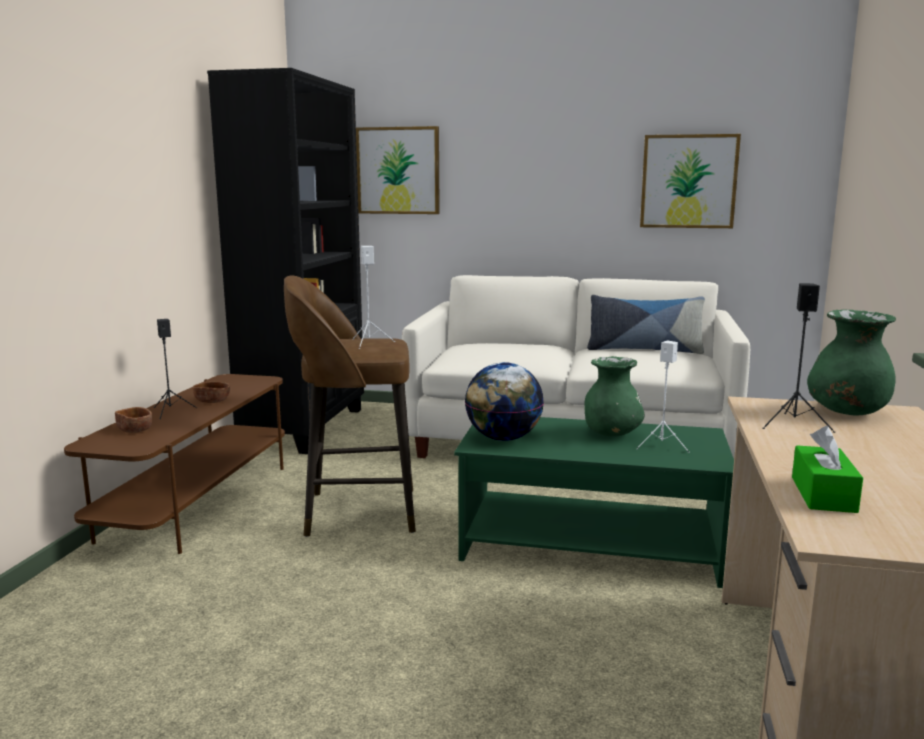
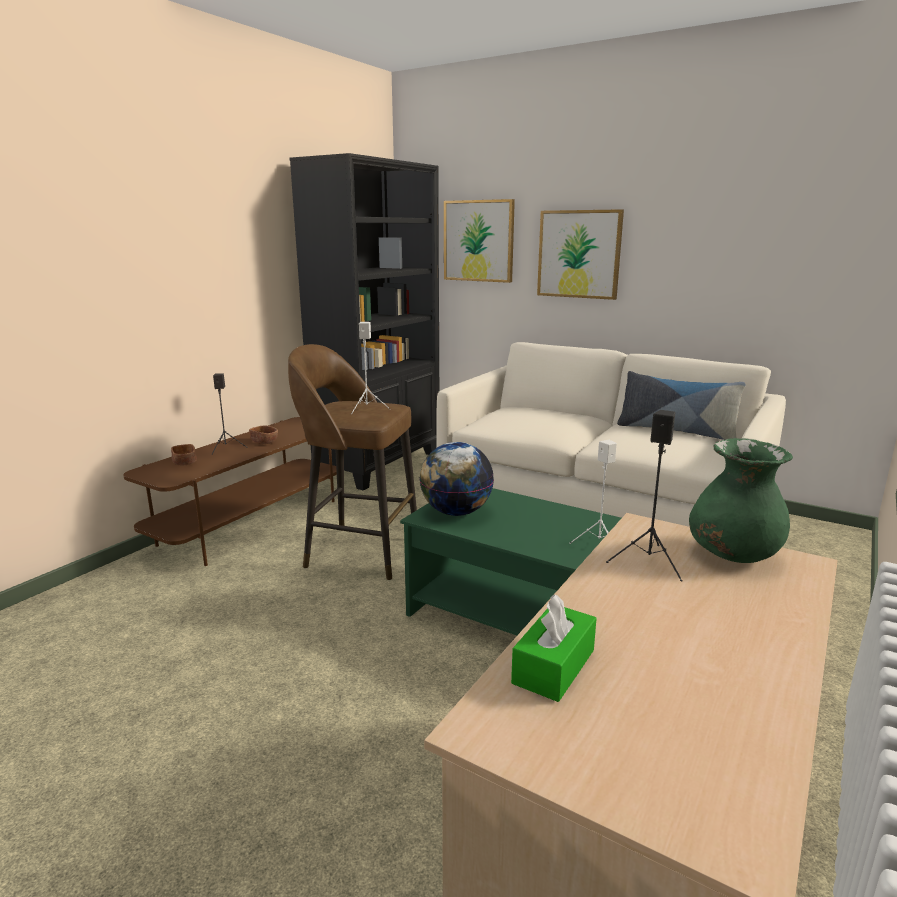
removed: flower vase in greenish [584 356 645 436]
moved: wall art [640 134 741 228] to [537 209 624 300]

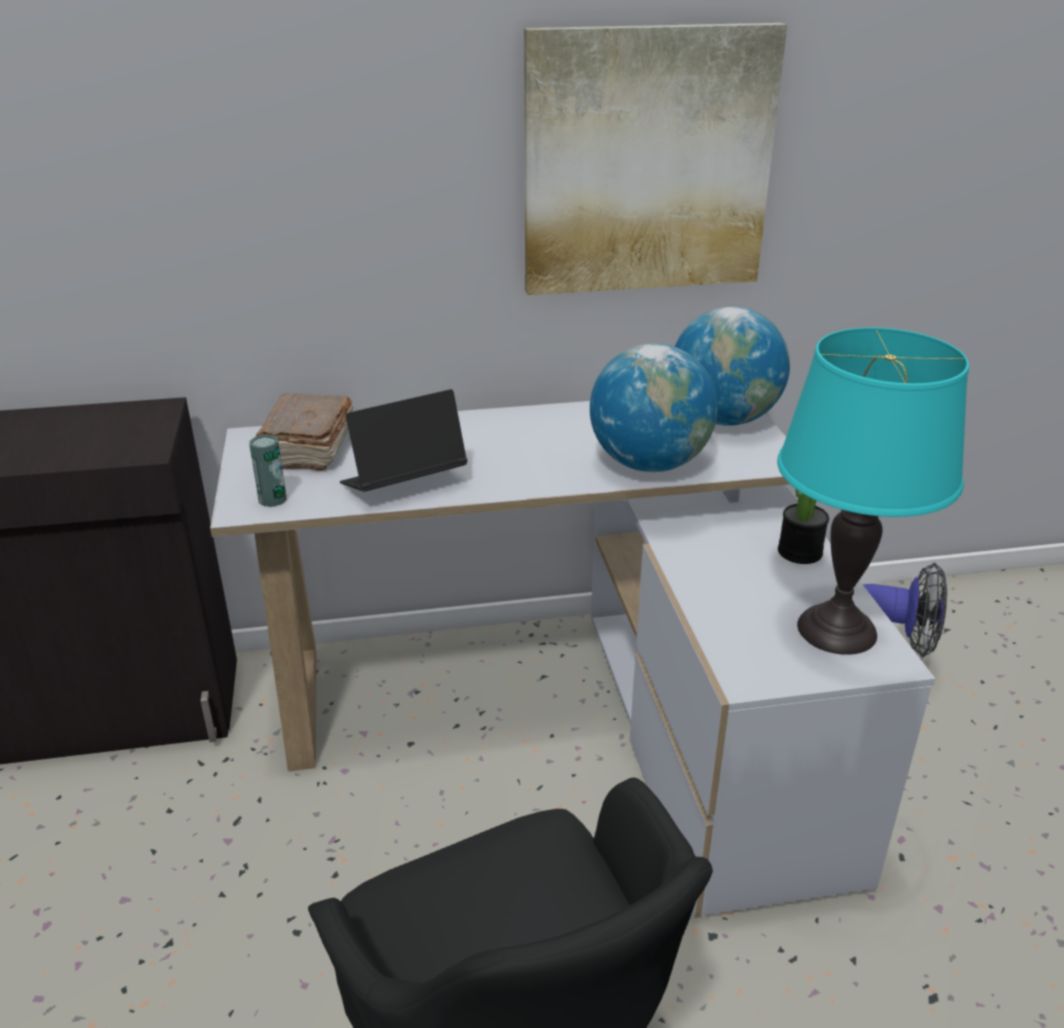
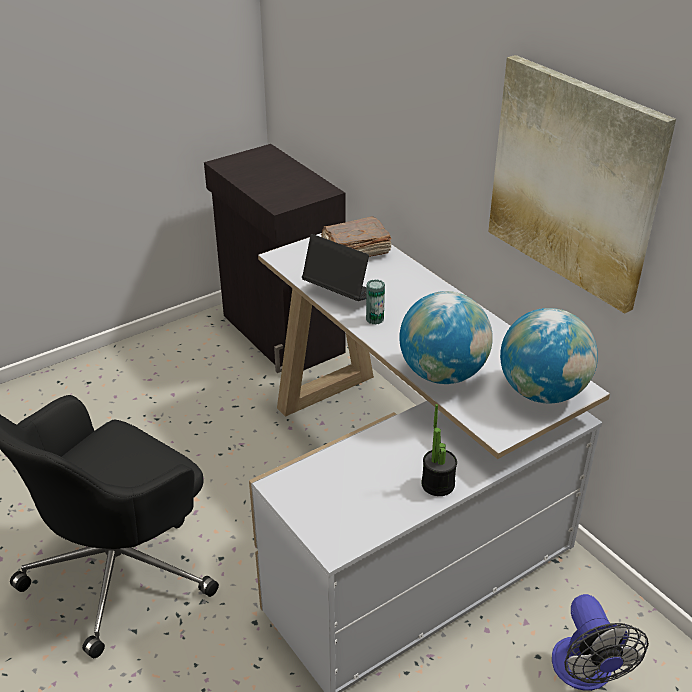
removed: tabletop lamp in turquoise [777 327 969 655]
moved: can [249 435 286 507] to [366 279 385 325]

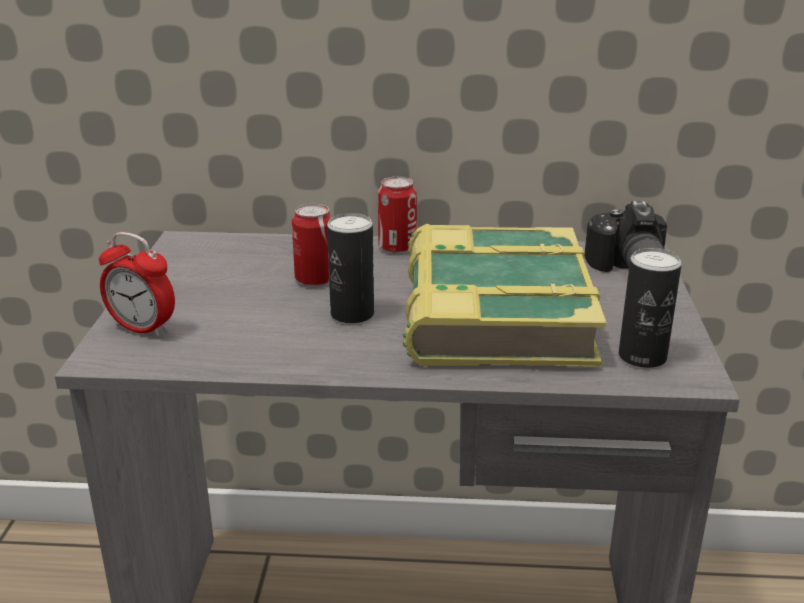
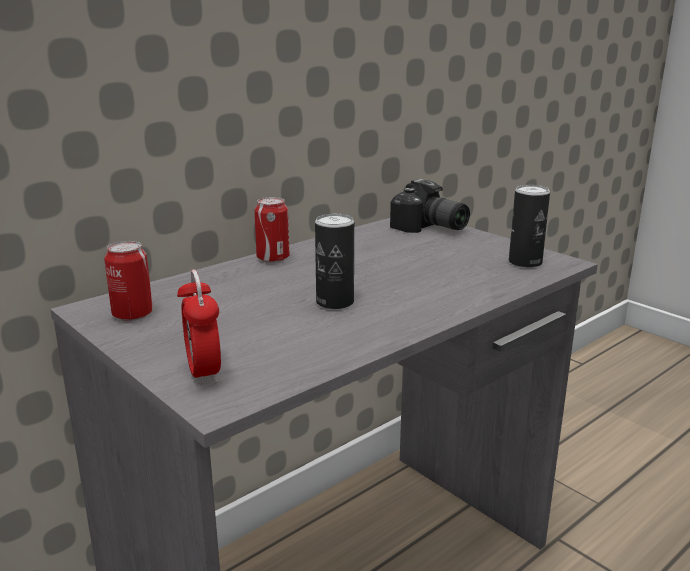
removed: bound book [403 224 607 367]
moved: can [292 204 332 286] to [104 241 153 321]
turned: table clock [99 232 175 338] = [177 269 221 386] 90 degrees clockwise

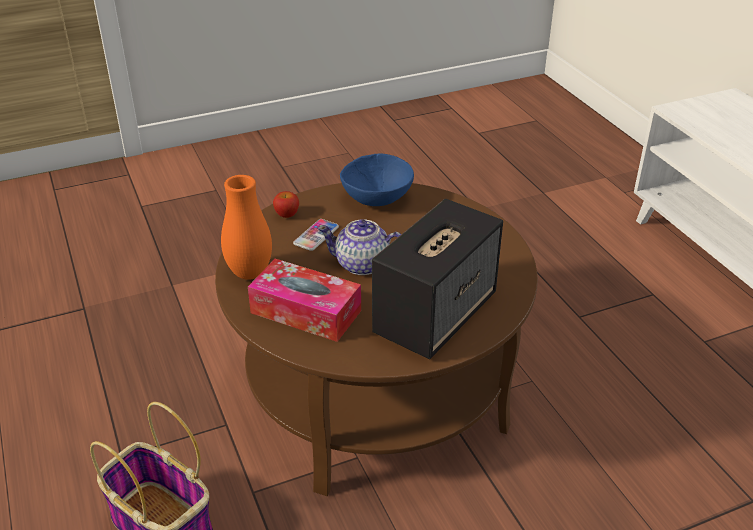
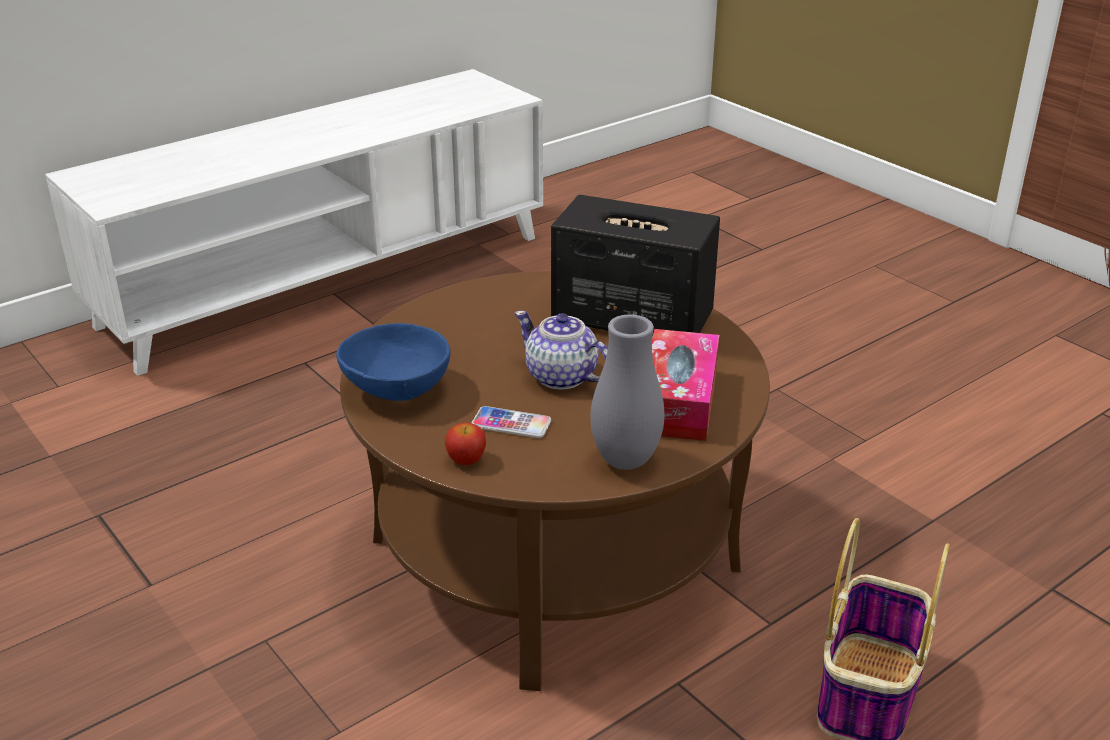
recoloured: flower vase in orange [221 175 272 280] to flower vase in grey [590 314 665 470]
turned: pot for tea [317 219 401 275] = [515 311 608 390] 135 degrees clockwise

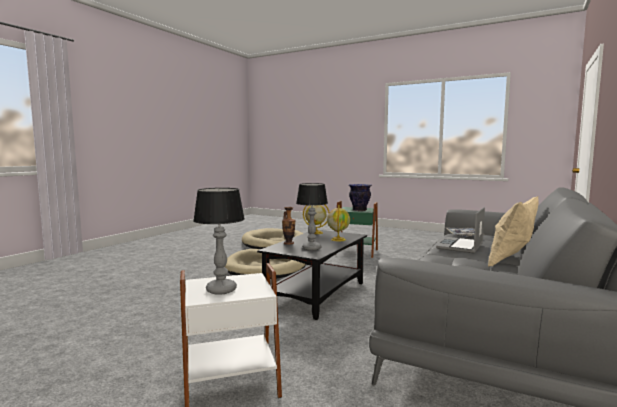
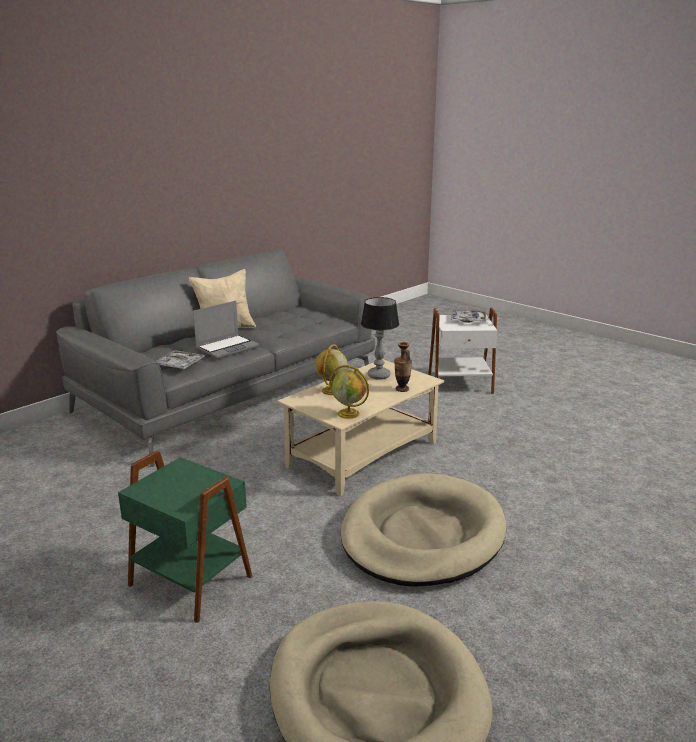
removed: flower vase [349 184 372 211]
replaced: tabletop lamp [193 188 245 295] to tray [451 310 486 323]
recoloured: coffee table in blackish [257 230 367 320] to coffee table in sand-coloured [278 360 444 496]

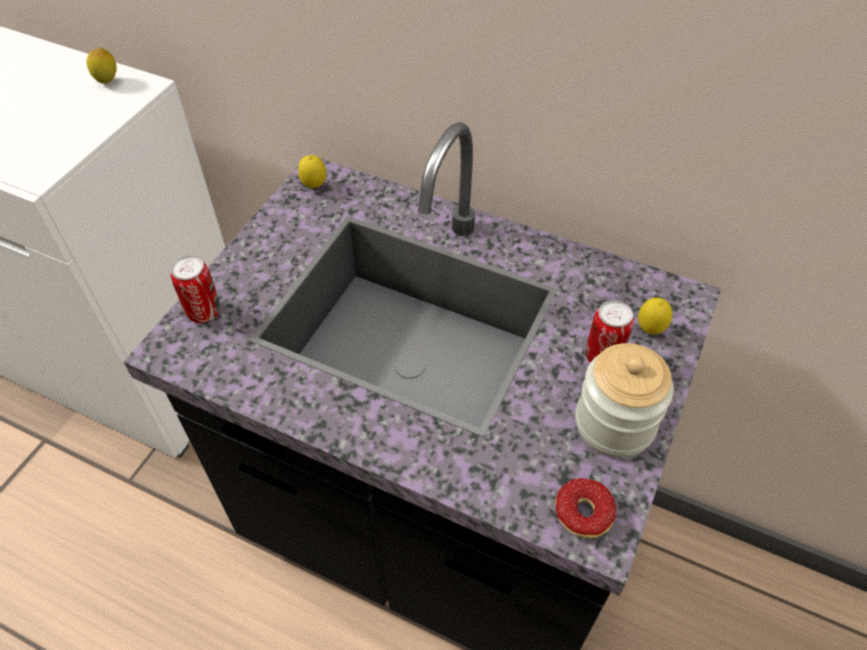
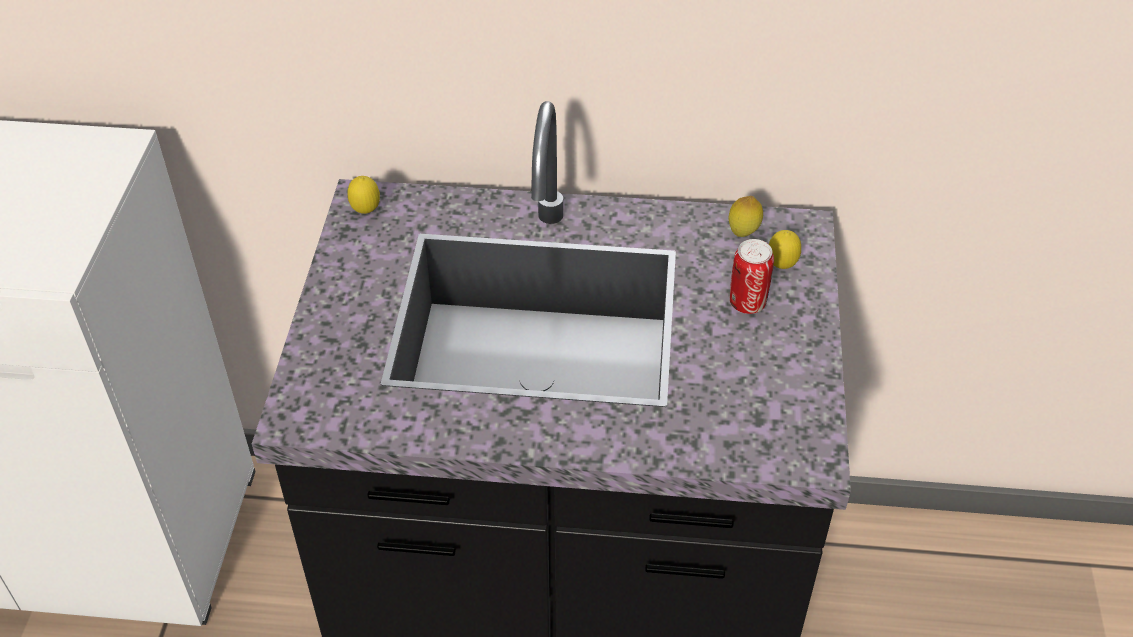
removed: can [171 255 220 323]; donut [555 478 616 538]; storage jar [575 343 674 458]
moved: citrus fruit [87 47 117 84] to [728 196 763 237]

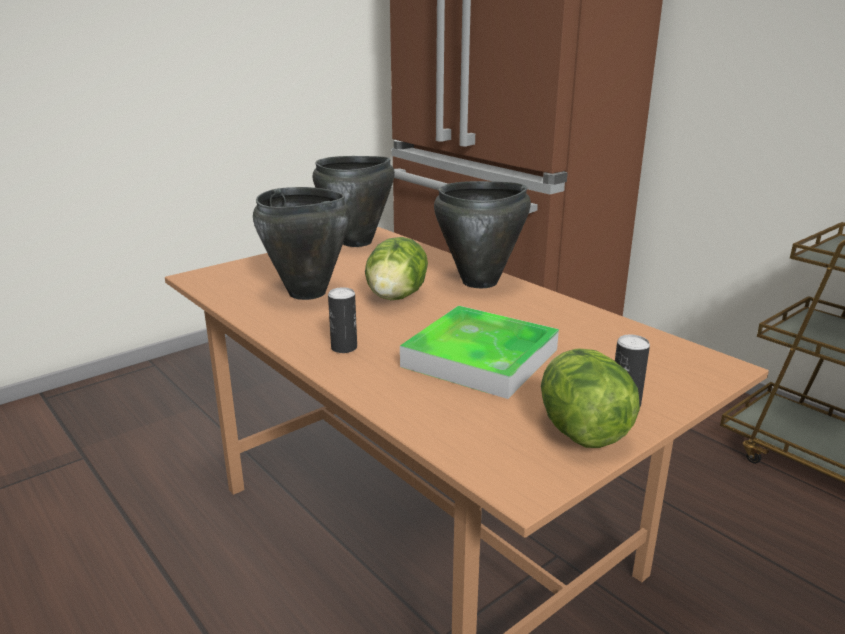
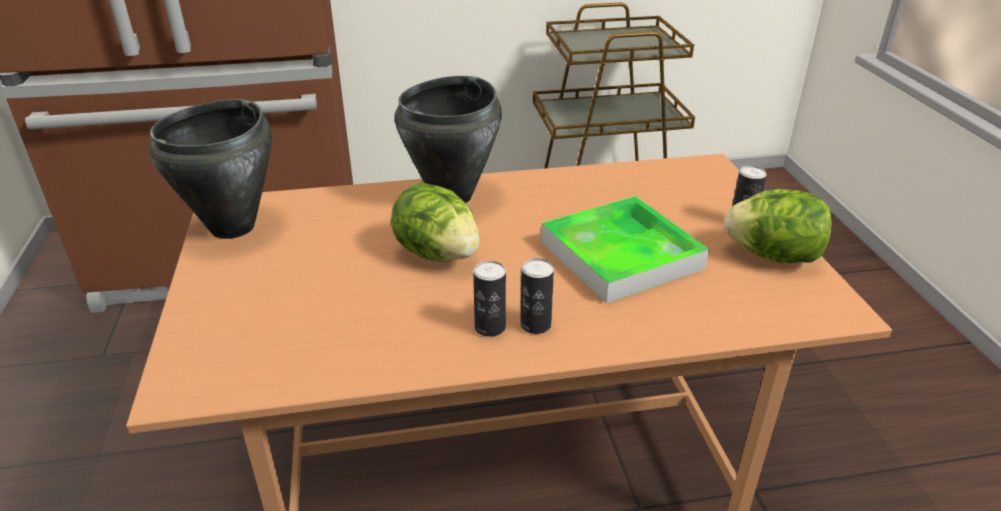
removed: cooking pot in blackish [253 187 350 300]
added: can [473 261 506 337]

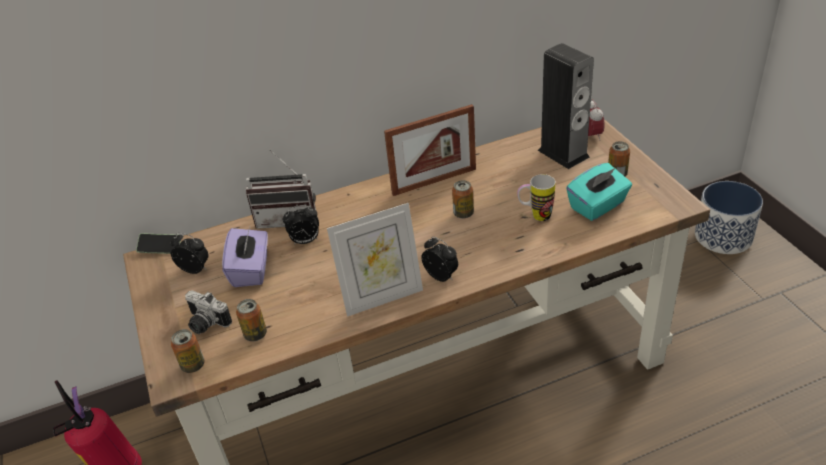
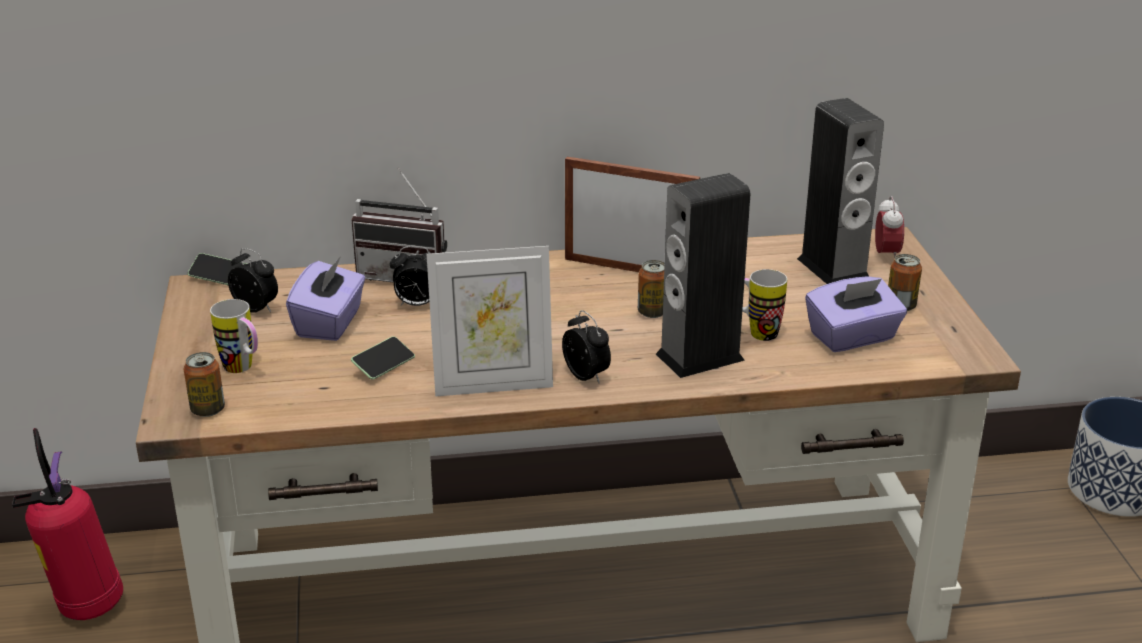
removed: can [236 299 267 341]
added: phone [351 336 415 380]; loudspeaker [656 173 750 378]
replaced: still camera [185 290 232 334] to tea mug [210 299 258 373]
recoloured: box of tissues in turquoise [566 163 632 221] to box of tissues in purplish [805 276 907 352]
turned: picture frame [384 104 476 196] = [565 157 700 272] 150 degrees counterclockwise

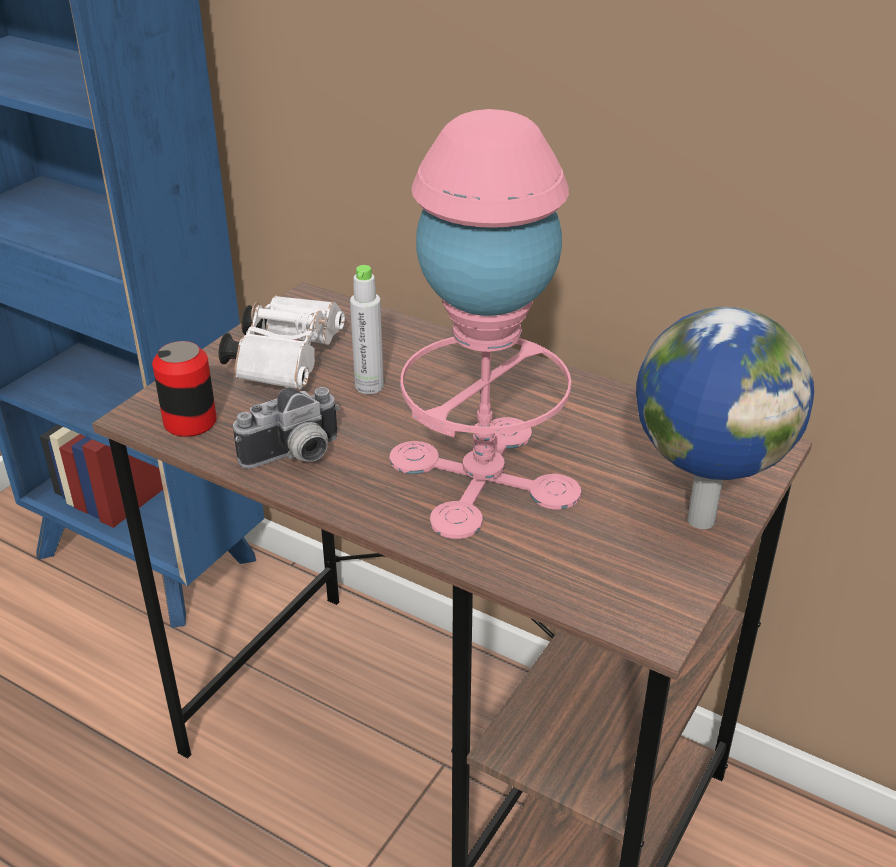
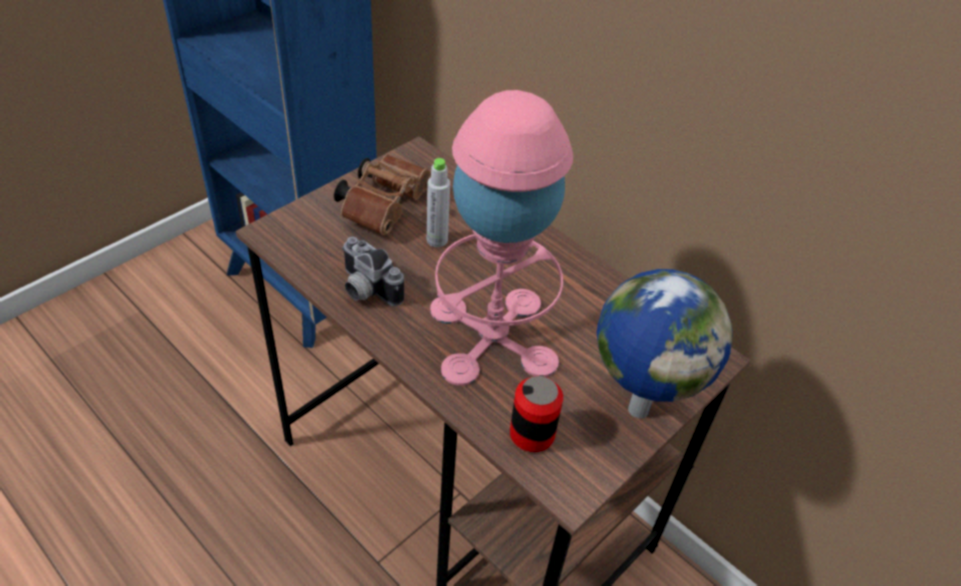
moved: can [152 341 217 437] to [510 376 563 452]
recoloured: binoculars in whitish [219 296 345 390] to binoculars in brown-coloured [334 155 431 235]
turned: still camera [233 387 340 469] = [342 237 404 306] 60 degrees clockwise

